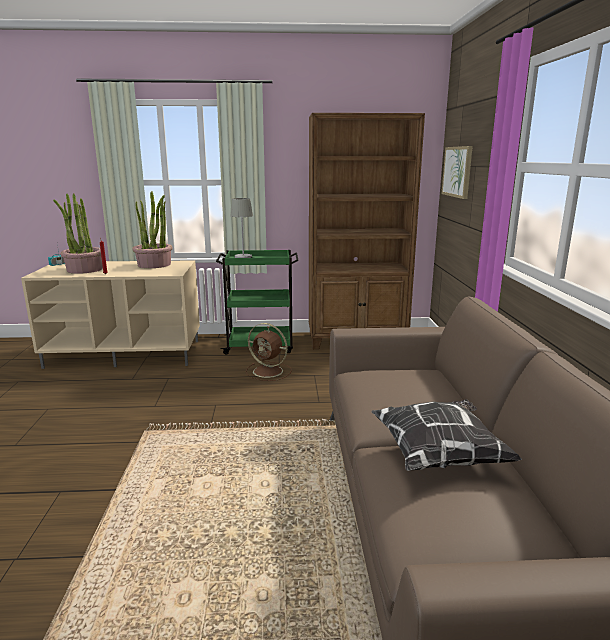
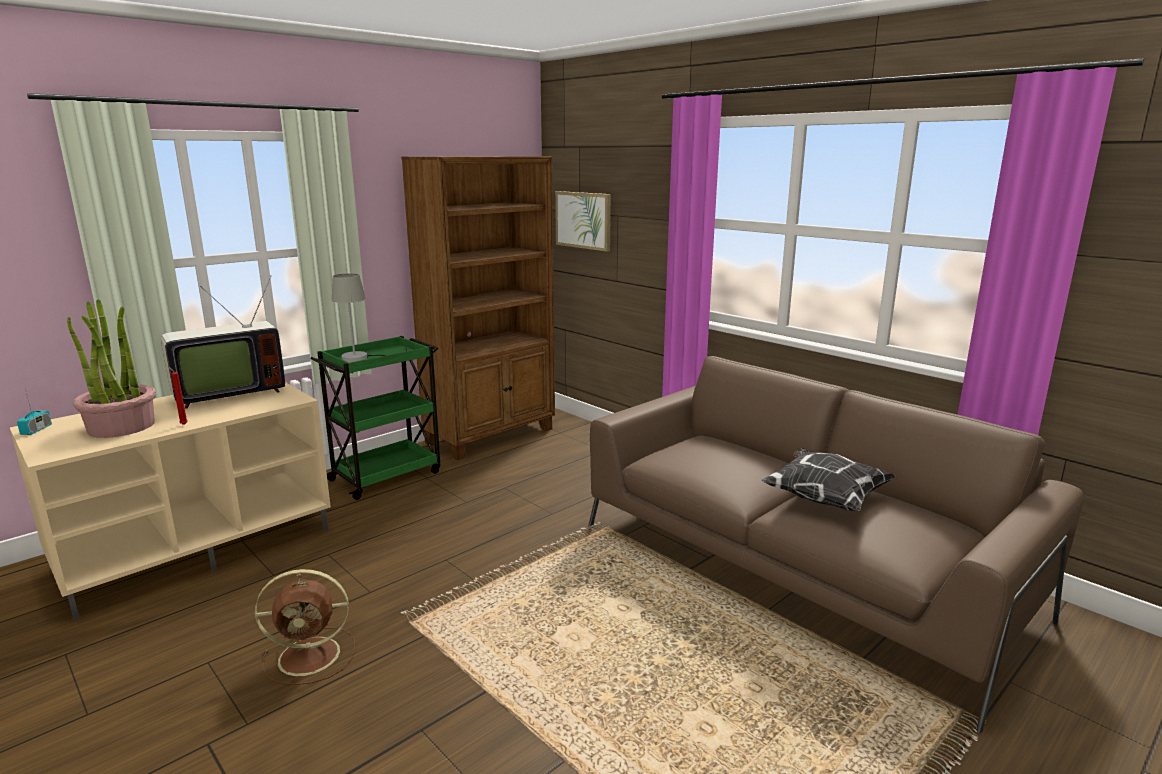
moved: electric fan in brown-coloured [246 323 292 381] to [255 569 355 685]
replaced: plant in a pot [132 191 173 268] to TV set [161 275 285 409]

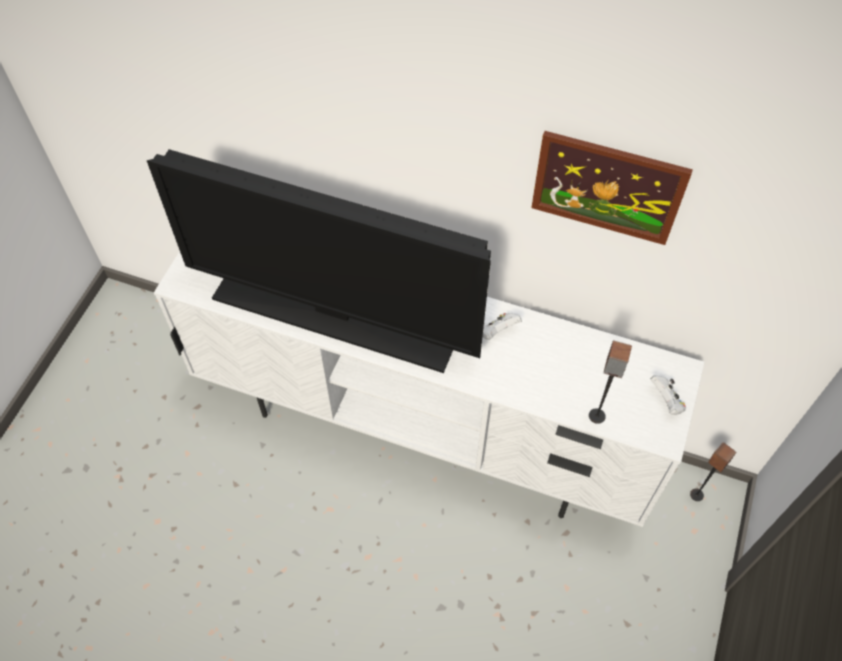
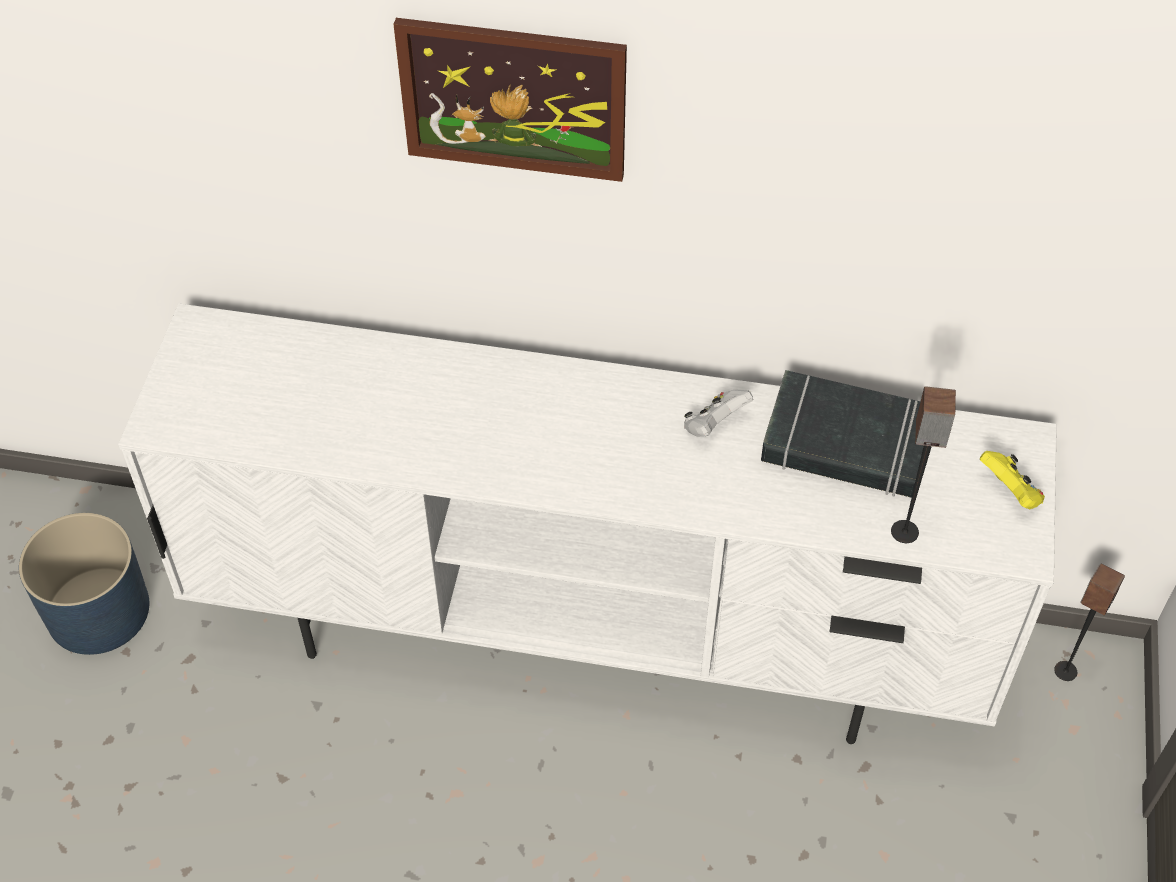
removed: TV set [146 149 491 373]
added: flower pot in blue [19 513 149 655]; bound book in blackish [761 370 924 498]
moved: wall art [531 131 693 245] to [393 18 627 182]
recoloured: joypad in whitish [650 375 686 415] to joypad in yellowish [980 451 1045 509]

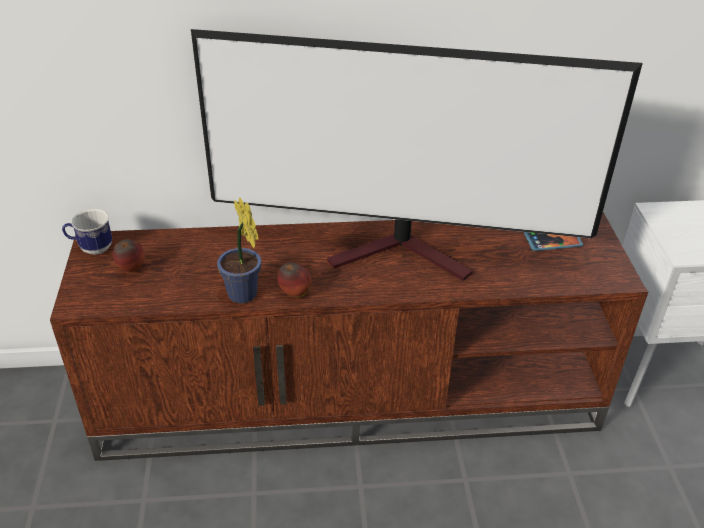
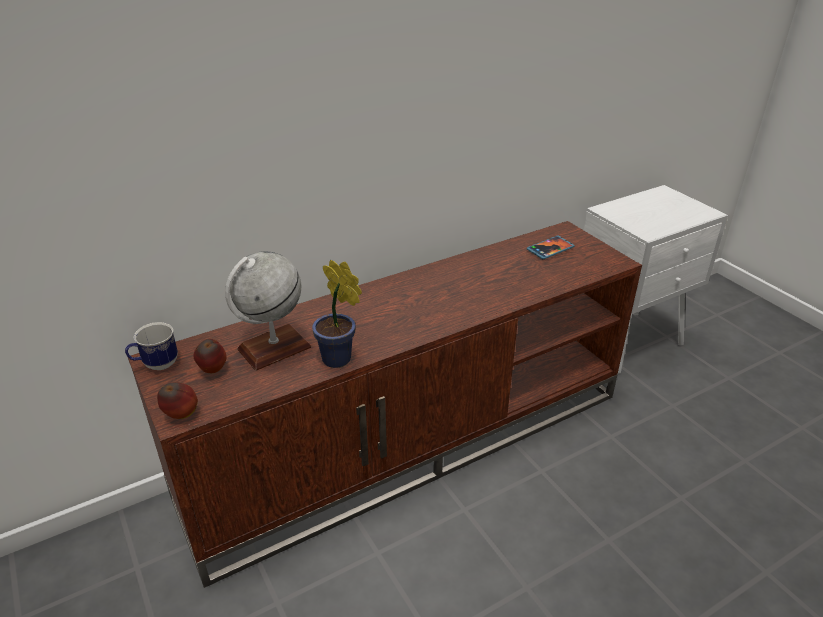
removed: TV set [191 29 643 281]
added: world globe [225 251 311 371]
moved: whole apple [277 262 312 297] to [157 382 198 419]

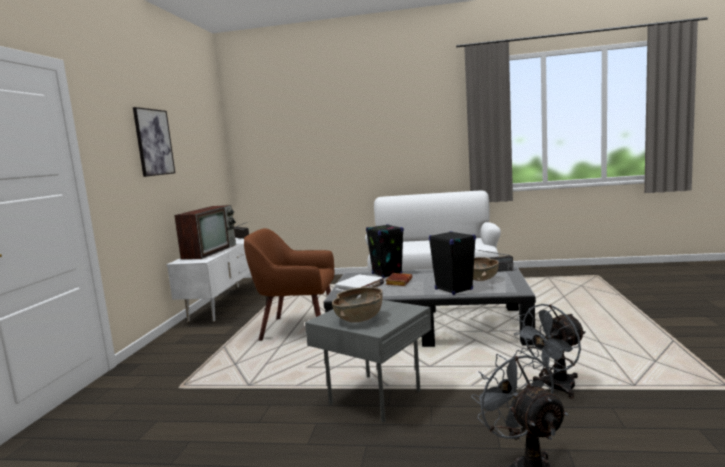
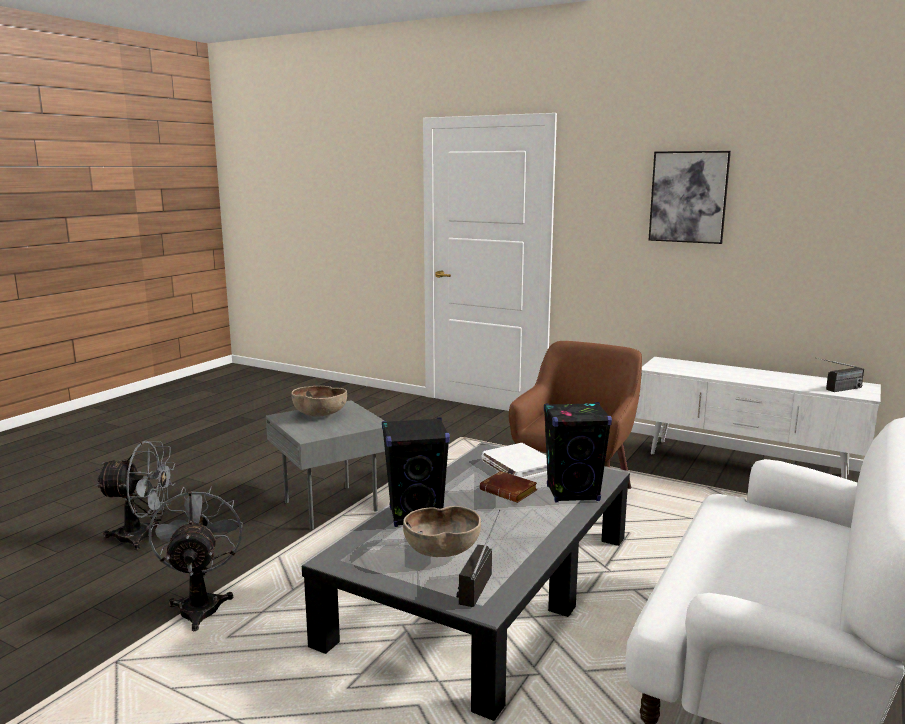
removed: TV set [174 205 236 260]

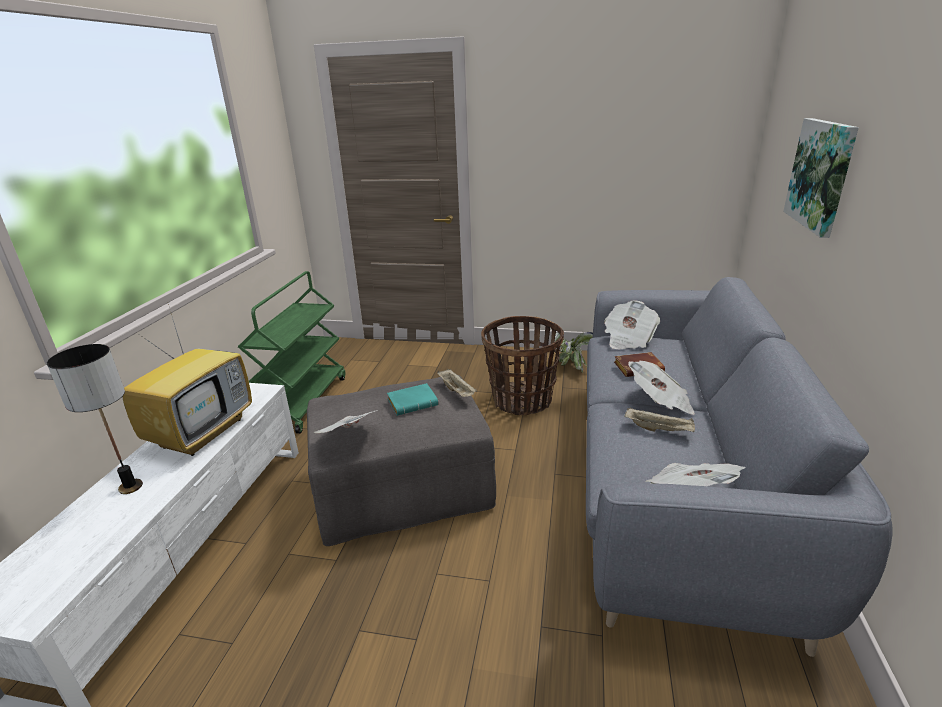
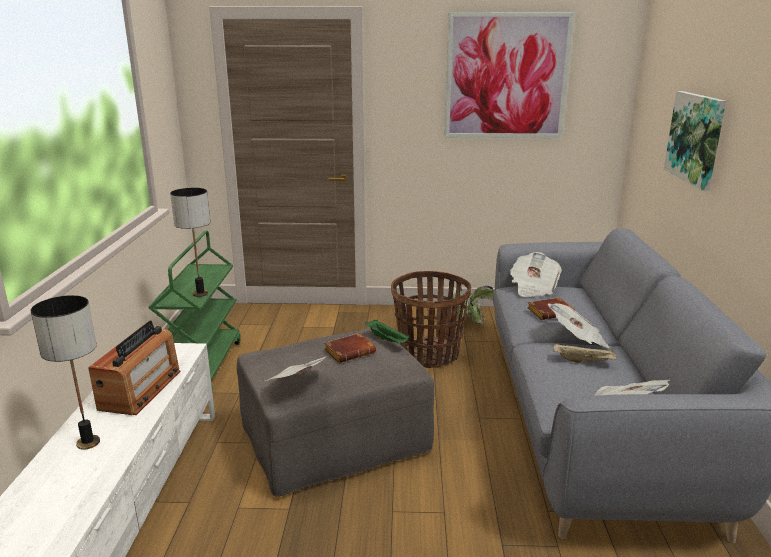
added: tabletop lamp [170 188 210 297]; wall art [445 12 575 138]
replaced: TV set [122 304 252 456] to radio [88 320 181 415]
recoloured: bound book in turquoise [387 383 438 416] to bound book in brown-coloured [324 333 376 363]; tray in sand-coloured [437 369 477 397] to tray in greenish [365 320 410 343]

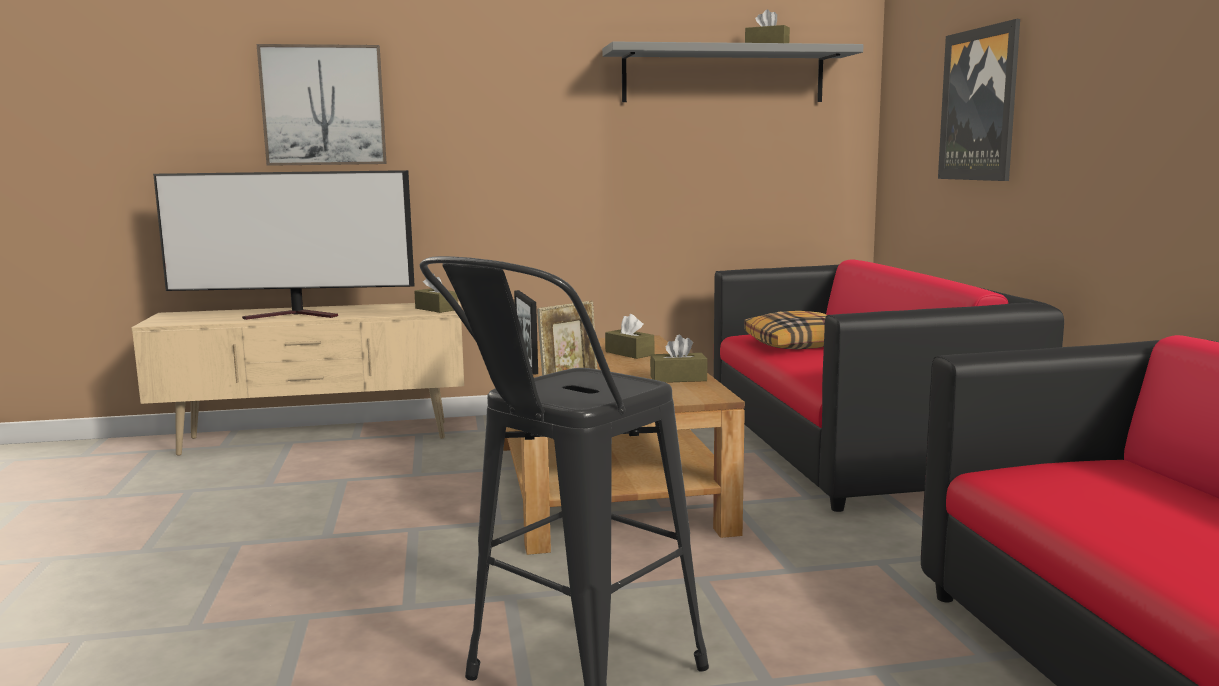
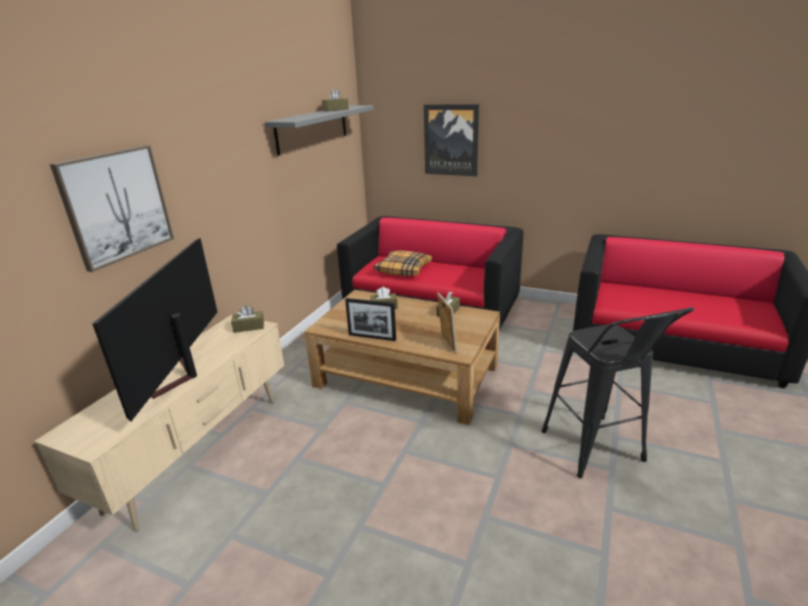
turned: TV set [153 170 415 320] = [92 238 217 421] 150 degrees clockwise

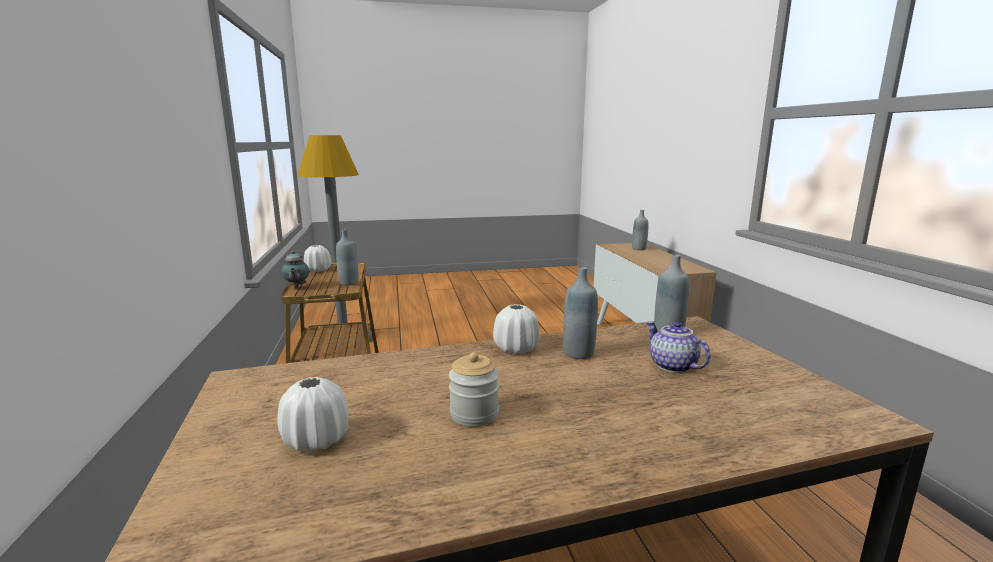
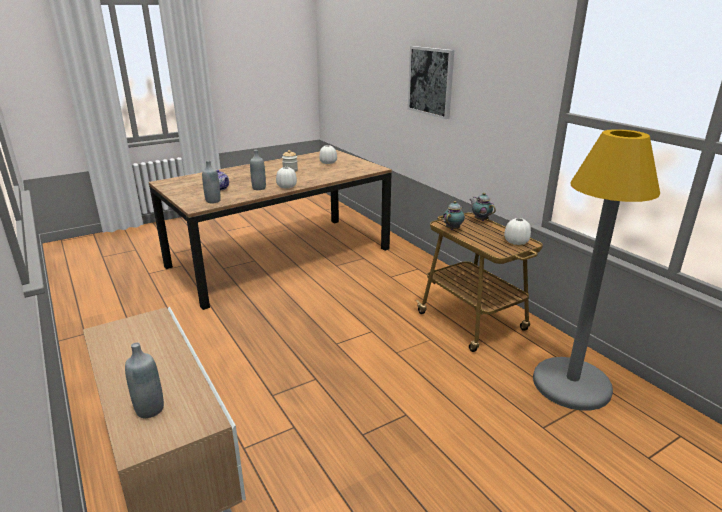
added: wall art [408 46 454 119]
replaced: bottle in grey [336 229 359 286] to pot for tea [443 201 465 230]

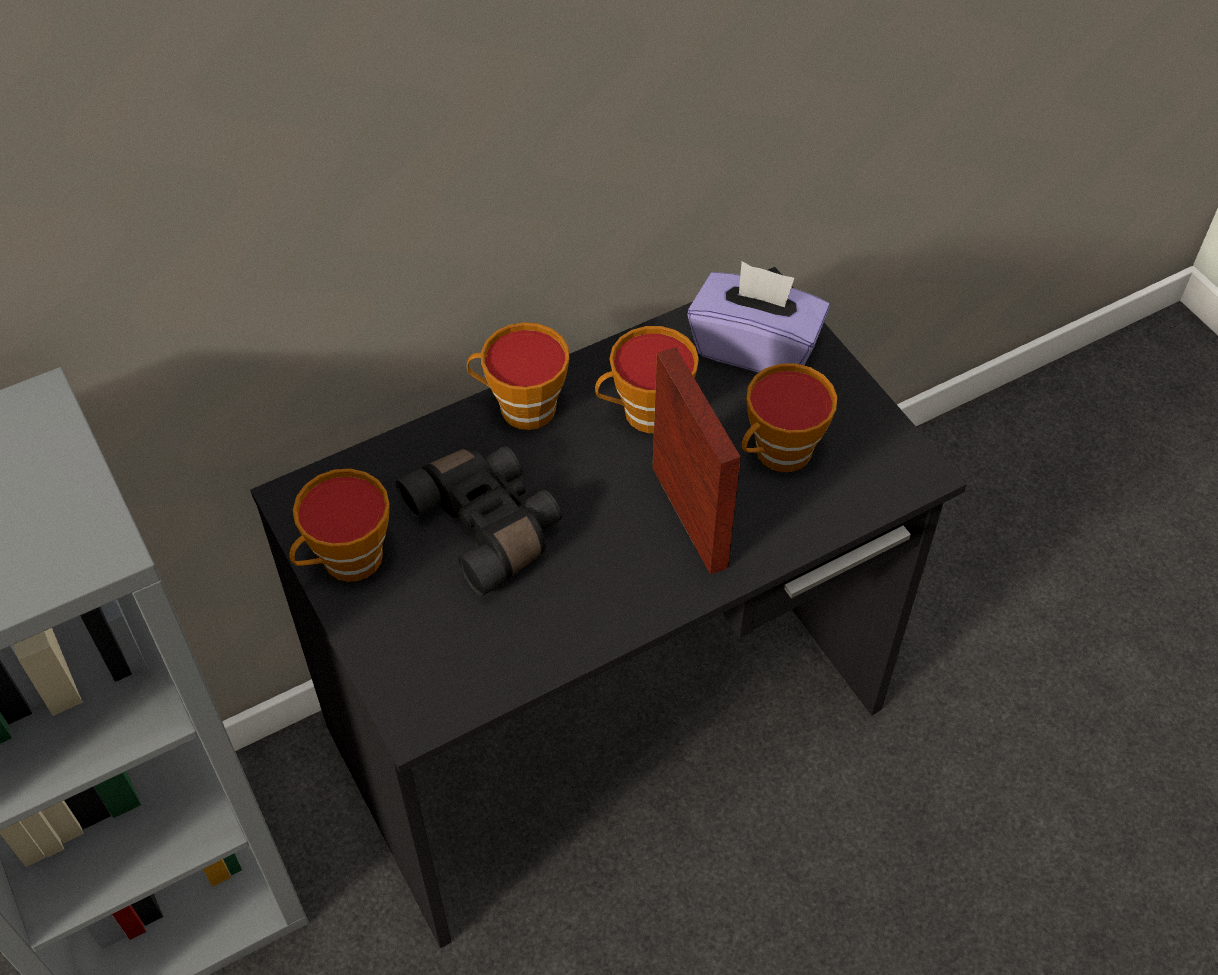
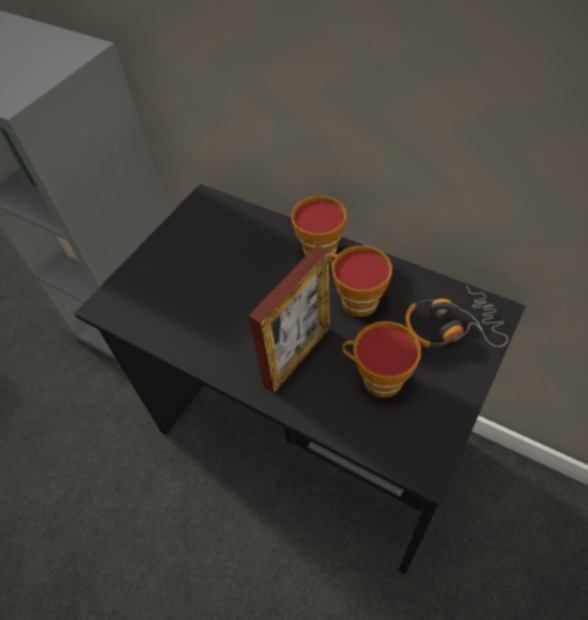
removed: small cup [290 469 390 582]; binoculars in blackish [396 446 562 596]
replaced: box of tissues in purplish [687 261 830 372] to headphones [405 285 508 347]

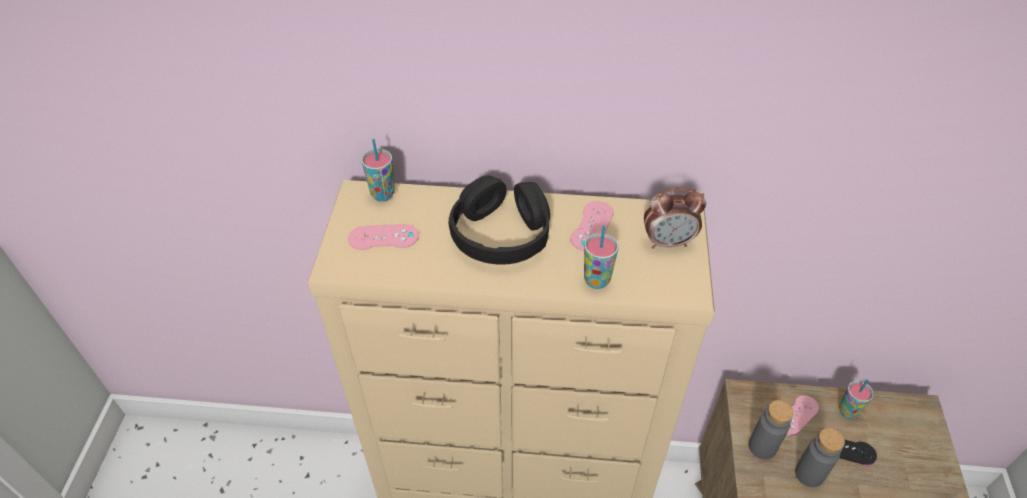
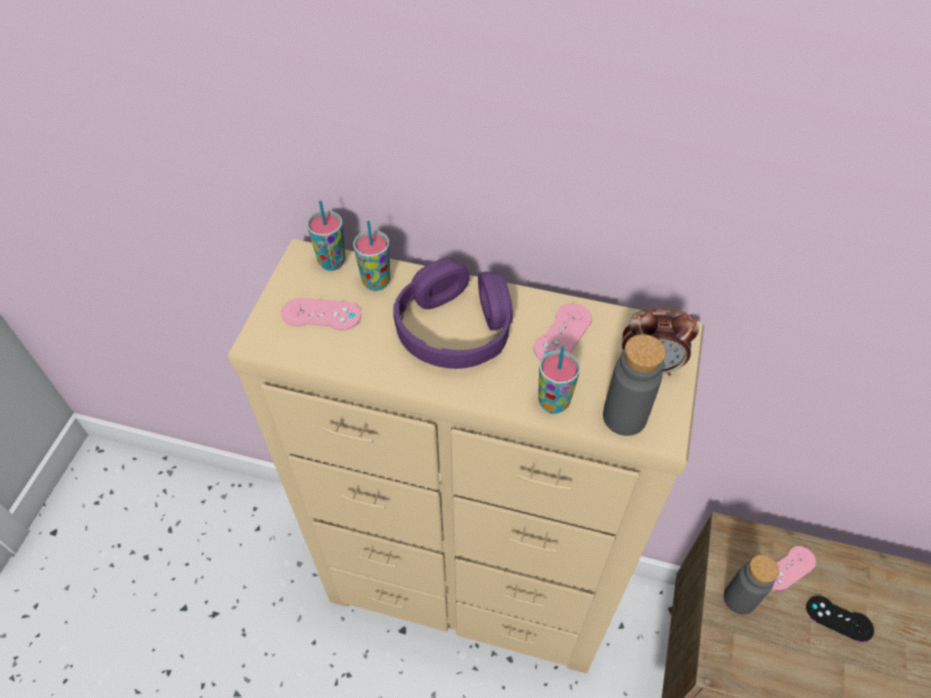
moved: small cup [839 379 874 418] to [353 221 390 291]; bottle in grey [795 428 845 487] to [603 334 666 436]
recoloured: headphones in blackish [449 175 550 265] to headphones in purplish [394 258 513 369]

